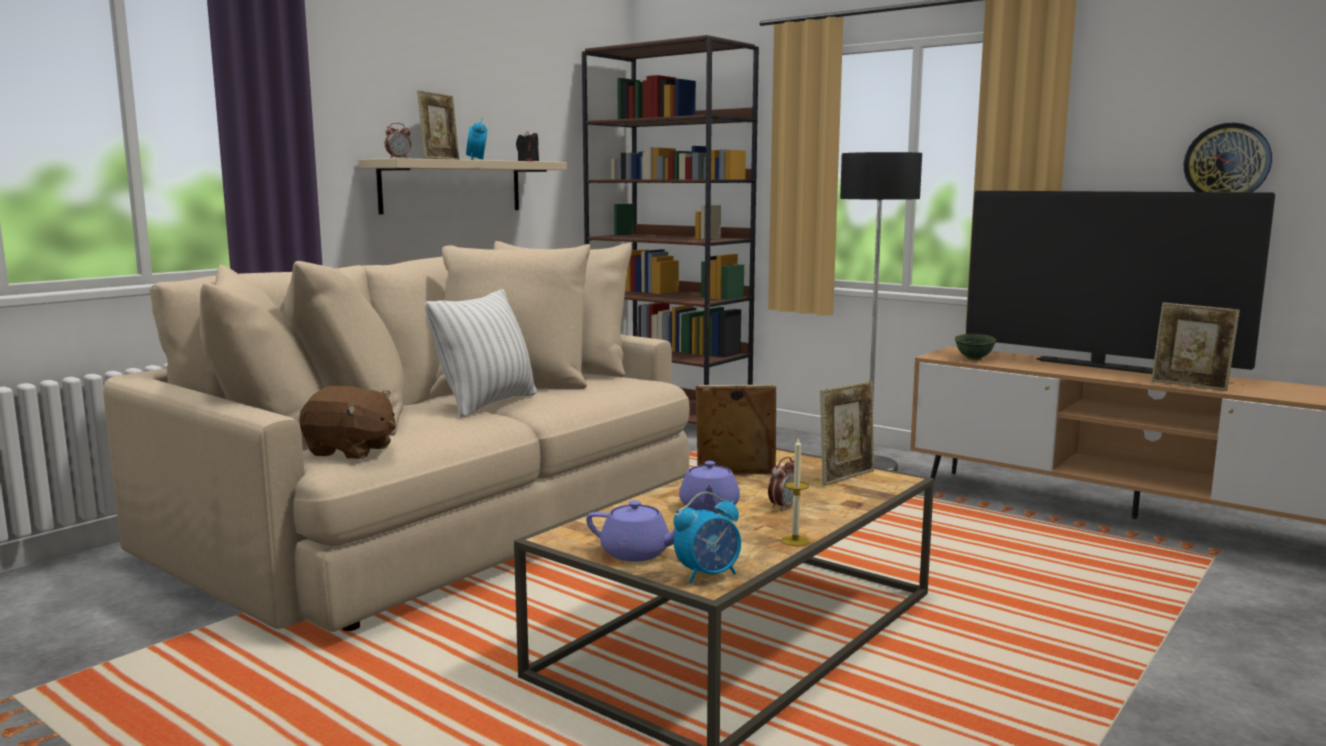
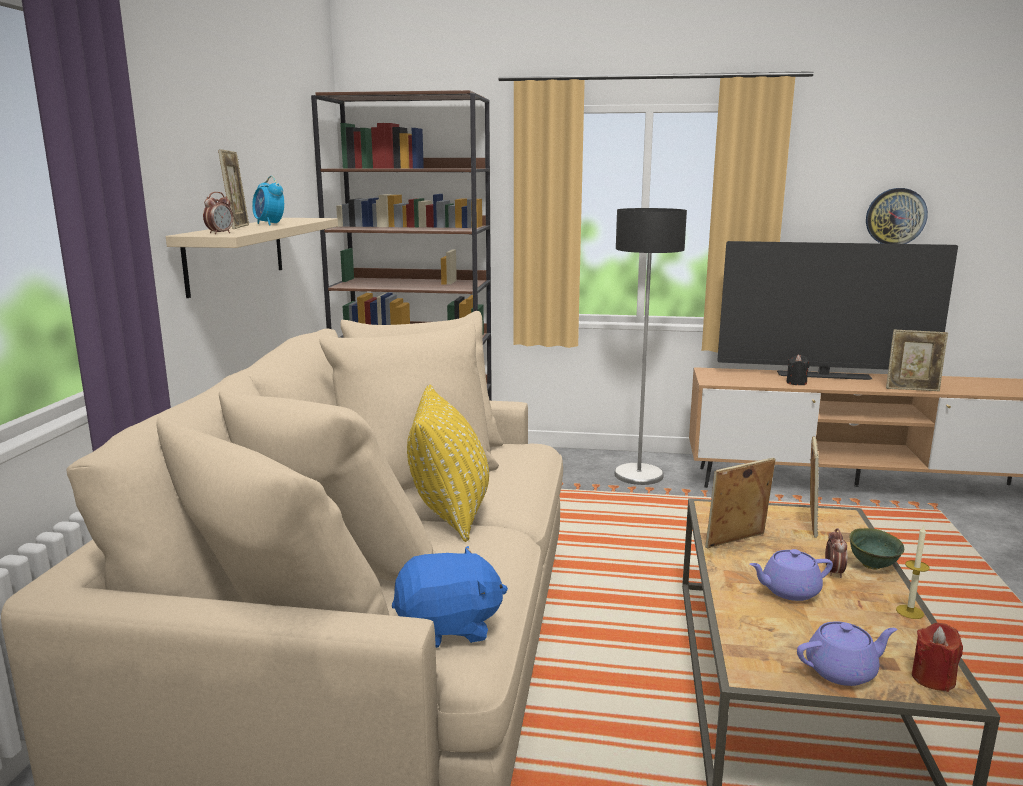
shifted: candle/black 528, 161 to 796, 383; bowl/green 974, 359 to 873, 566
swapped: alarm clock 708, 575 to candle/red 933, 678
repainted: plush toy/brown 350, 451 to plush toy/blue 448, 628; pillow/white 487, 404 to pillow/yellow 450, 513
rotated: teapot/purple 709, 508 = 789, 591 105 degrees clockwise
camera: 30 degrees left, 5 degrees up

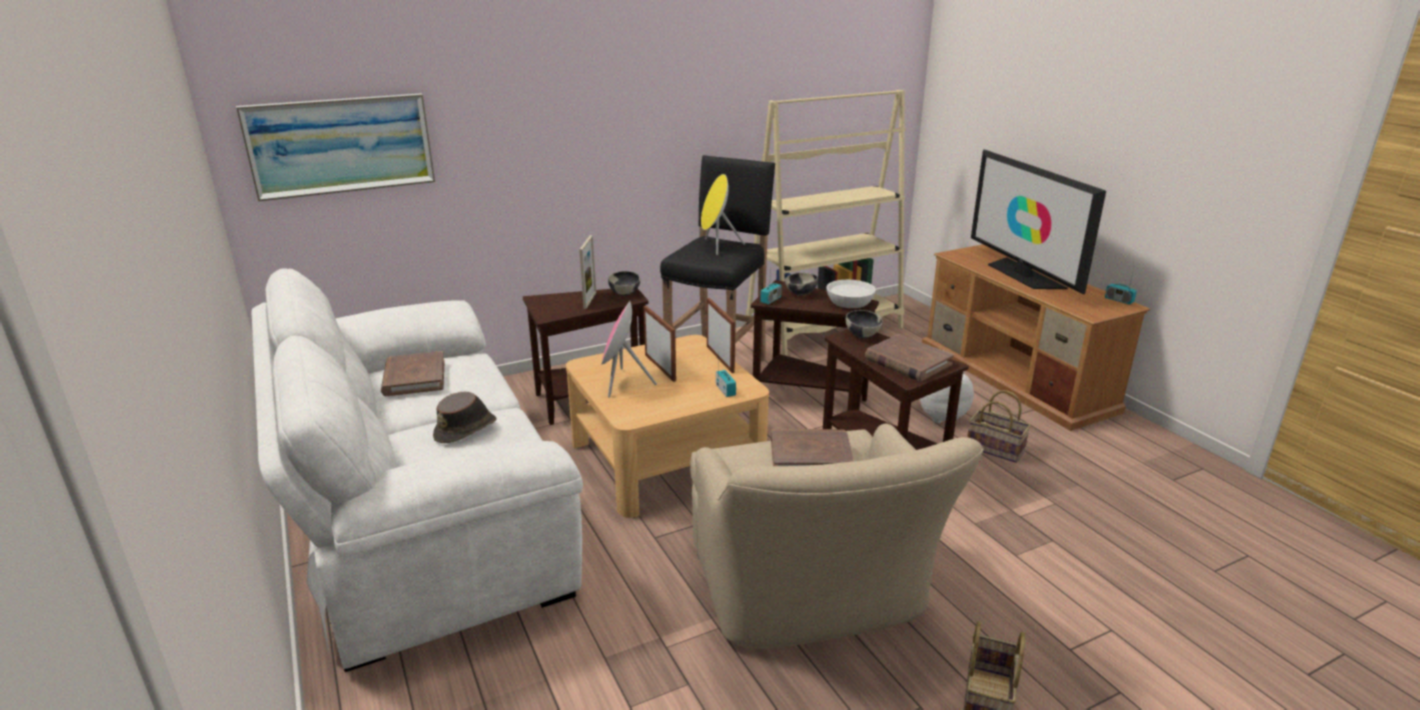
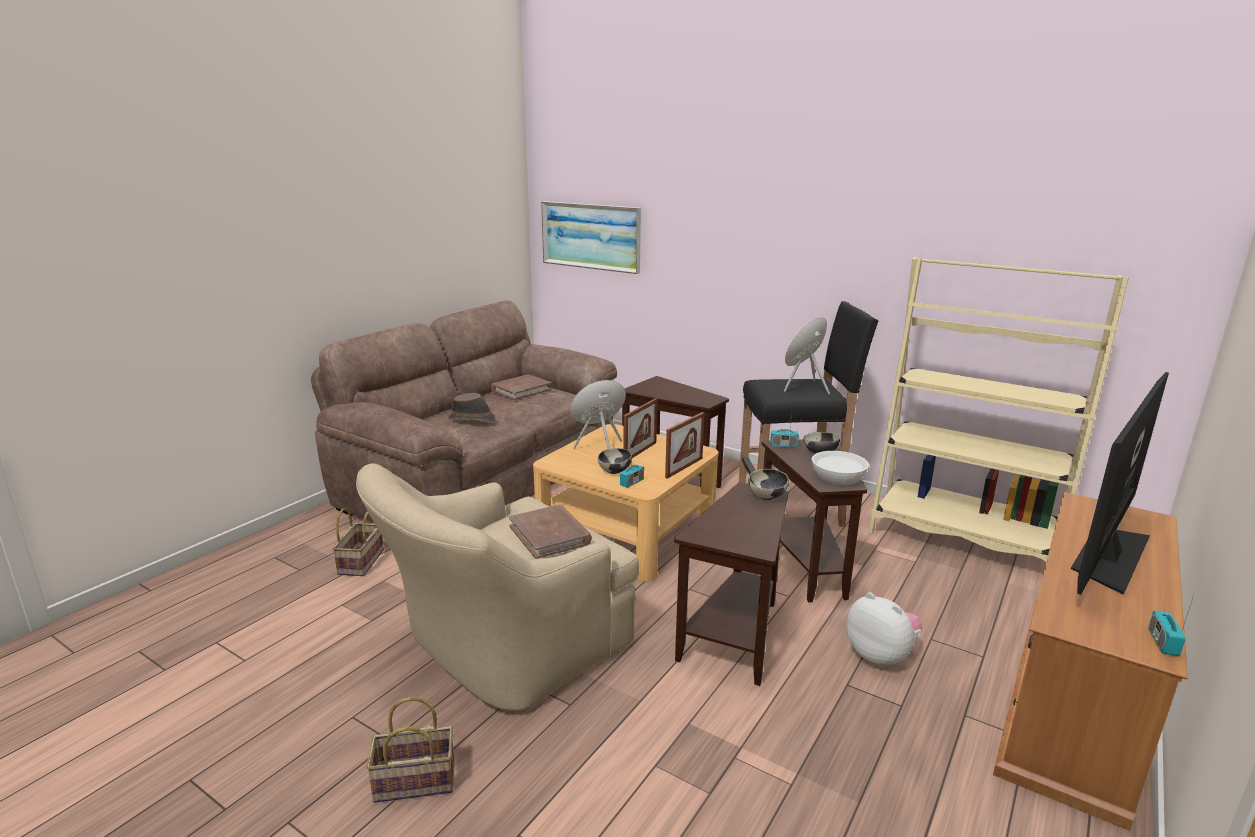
gone: picture frame 590, 300; book/brown 907, 362
shifted: bowl 625, 293 to 615, 471; basket 996, 449 to 361, 563
repainted: sofa/white 423, 518 to sofa/brown 480, 478
camera: 60 degrees right, 5 degrees down

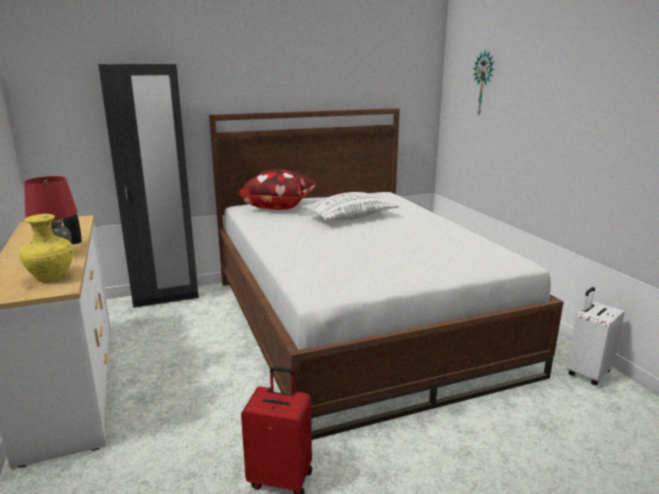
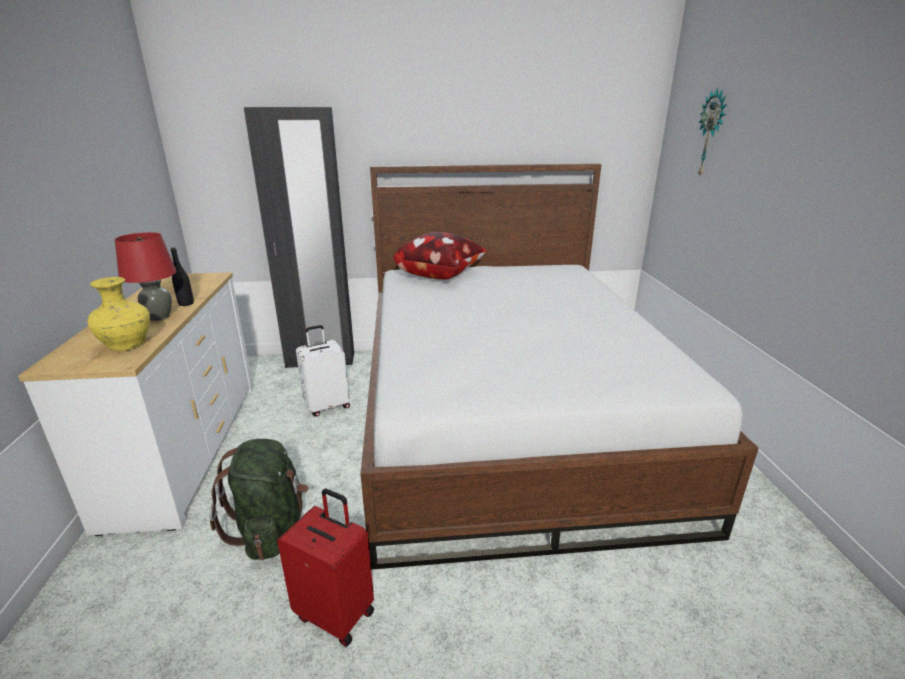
gone: pillow/white 350, 217
new: backpack/green 271, 529
shifted: suitcase/white 587, 373 to 327, 406
camera: 15 degrees right, 5 degrees up

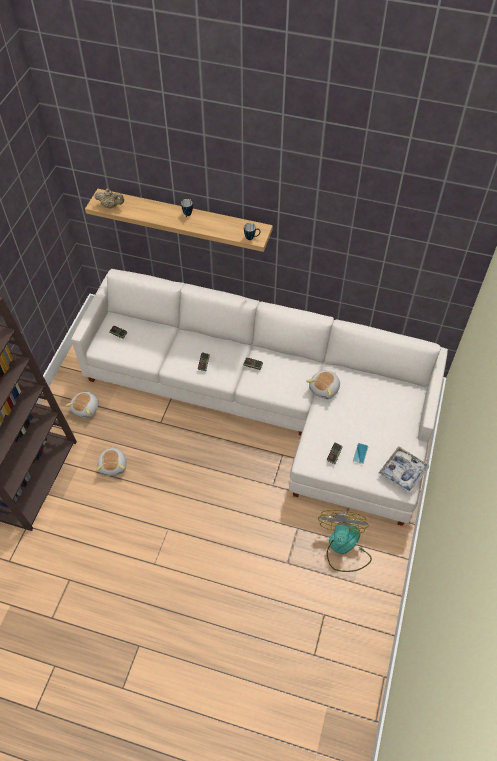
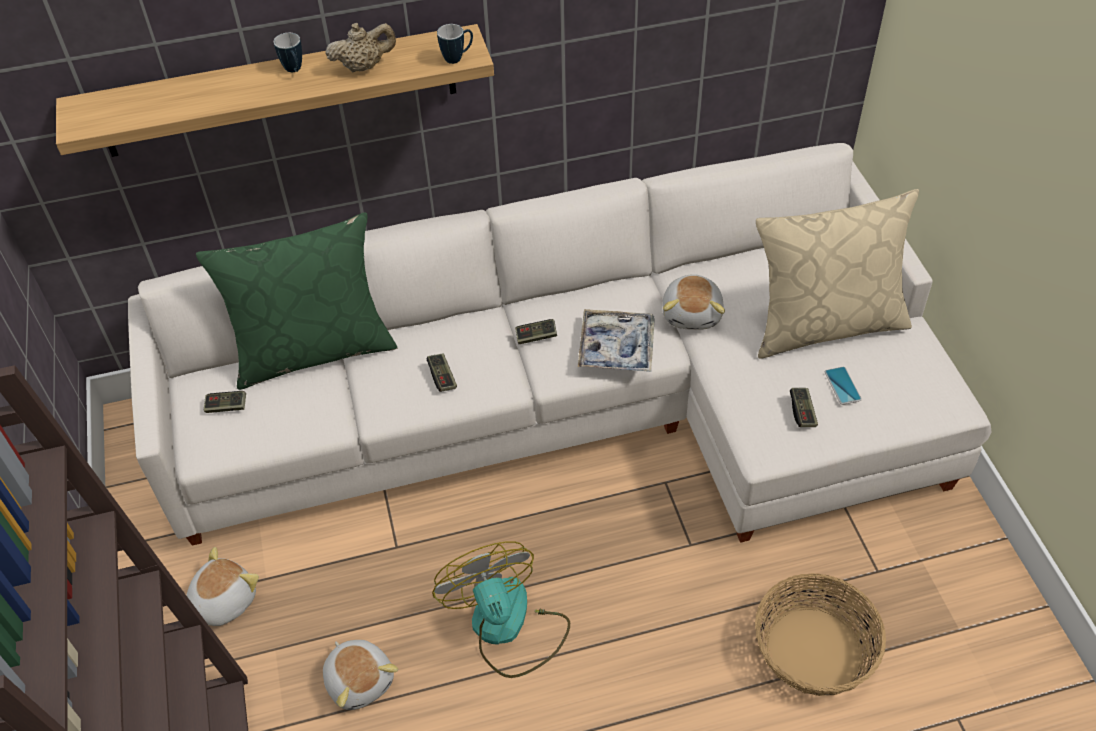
new: pillow/green 313, 350; basket 814, 650; pillow/beige 825, 324
shifted: teapot/beige 111, 206 to 364, 66; fan 343, 547 to 507, 627; tray 403, 472 to 616, 347
rotated: plush toy 86, 408 = 222, 601 135 degrees counterclockwise
camera: 30 degrees left, 5 degrees down

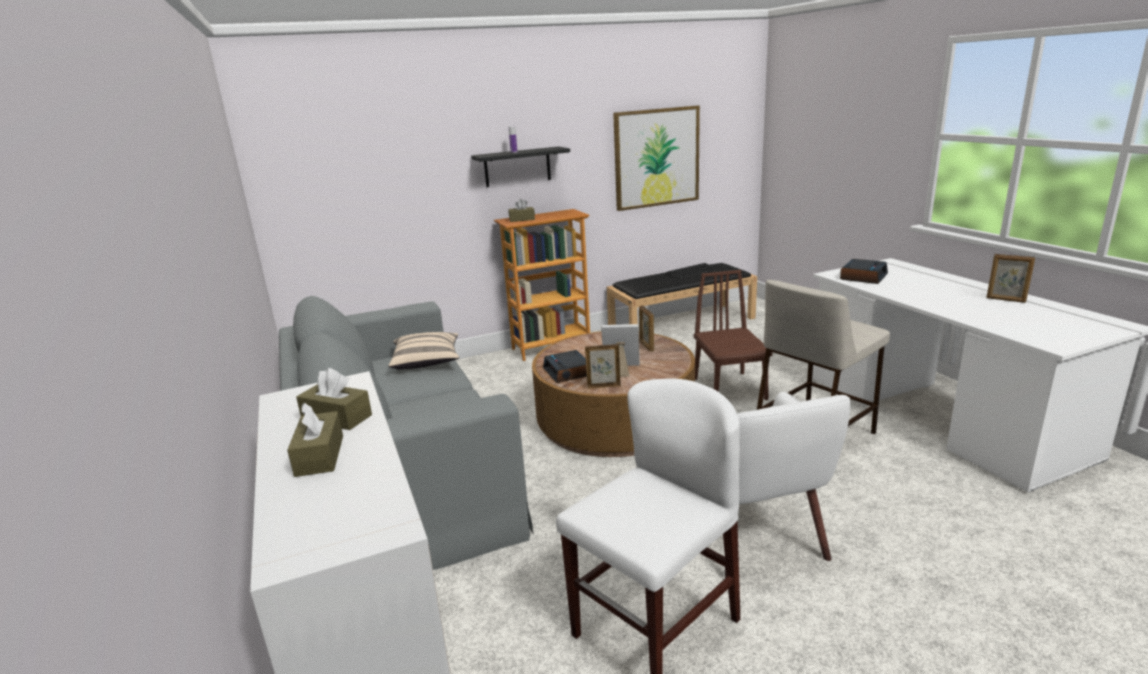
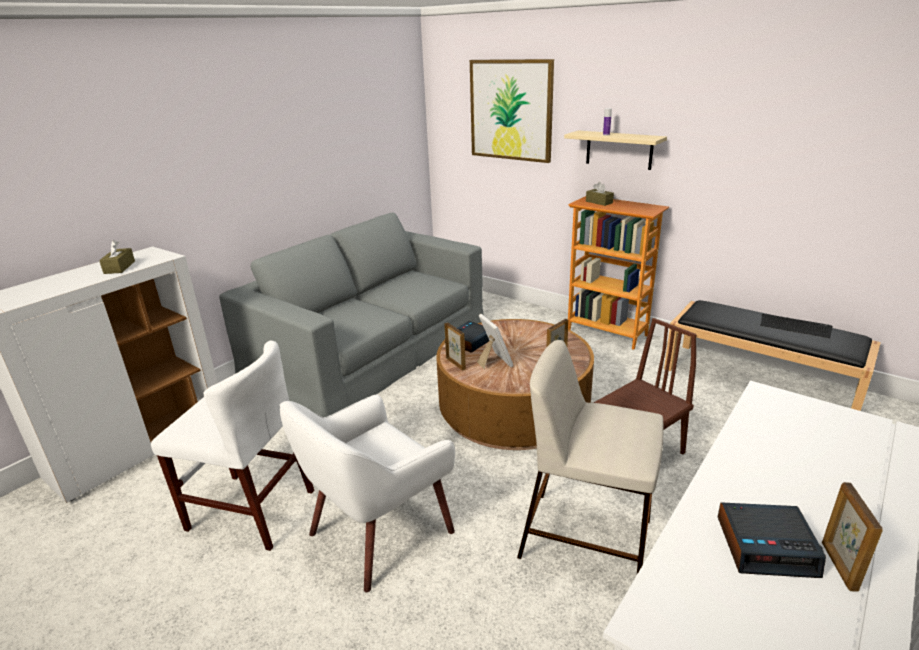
gone: tissue box/brown 319, 455; pillow/beige 427, 362
shifted: picture 656, 158 to 511, 110; alarm clock 863, 276 to 766, 546
repainted: shelf/black 517, 167 to shelf/beige 619, 150
camera: 60 degrees right, 5 degrees up

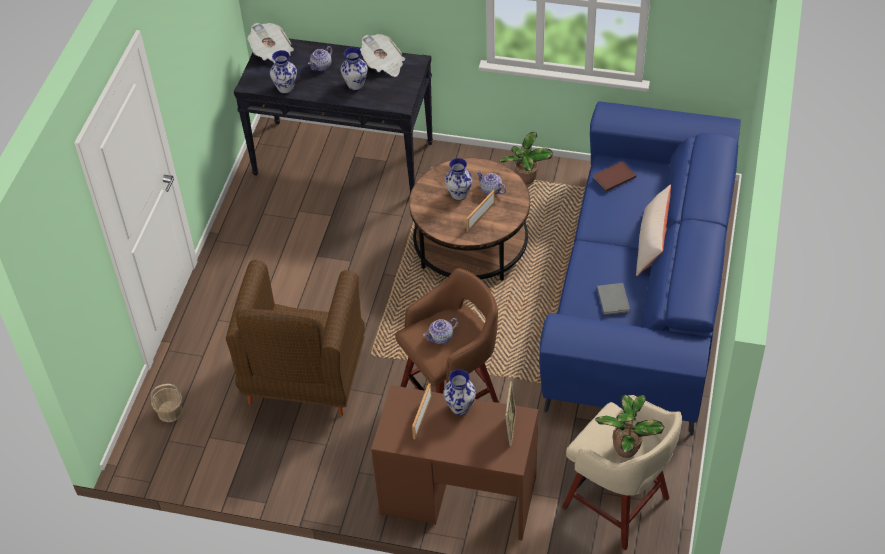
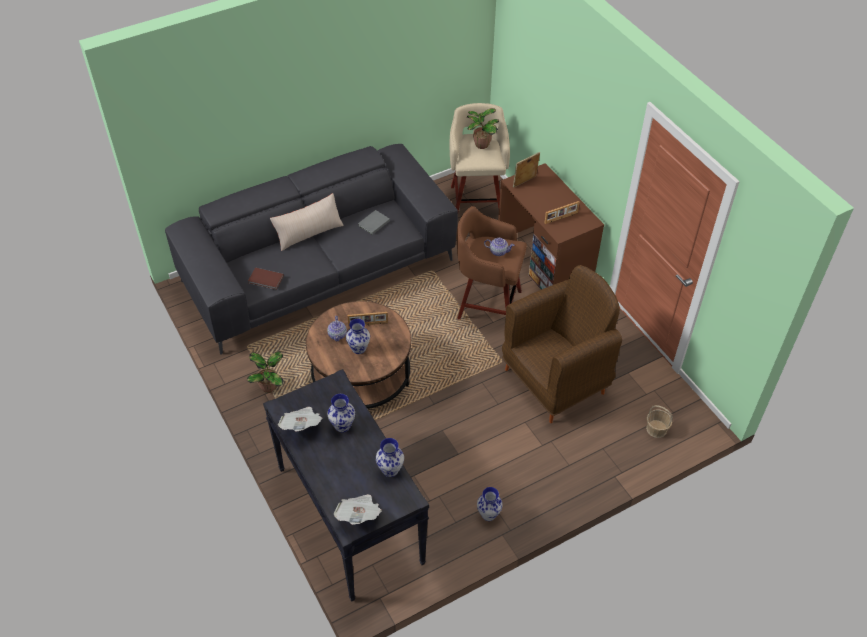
gone: teapot 321, 66
shifted: vase 460, 407 to 488, 515
repainted: sofa/blue 641, 291 to sofa/grey 318, 271
camera: 135 degrees left, 0 degrees up

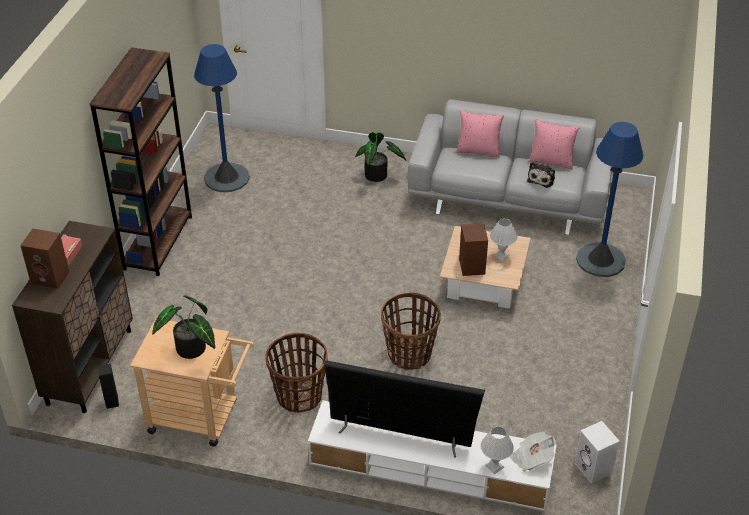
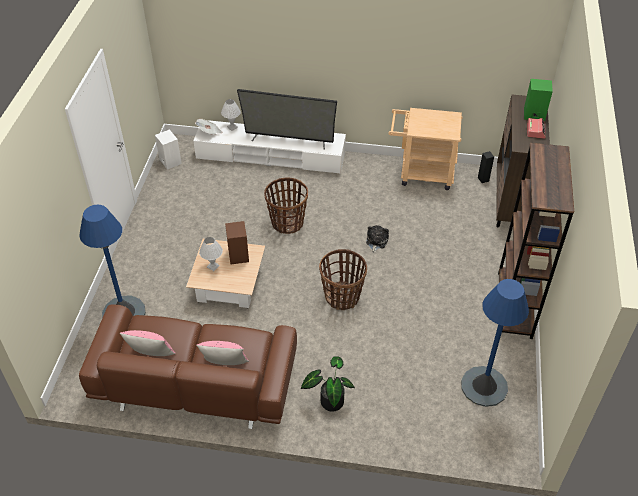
gone: potted plant 191, 351
shifted: basket 299, 396 to 342, 297; plush toy 542, 179 to 376, 241
repainted: speaker/brown 51, 277 to speaker/green 533, 115; sofa/grey 509, 196 to sofa/brown 195, 383
camera: 175 degrees right, 5 degrees up

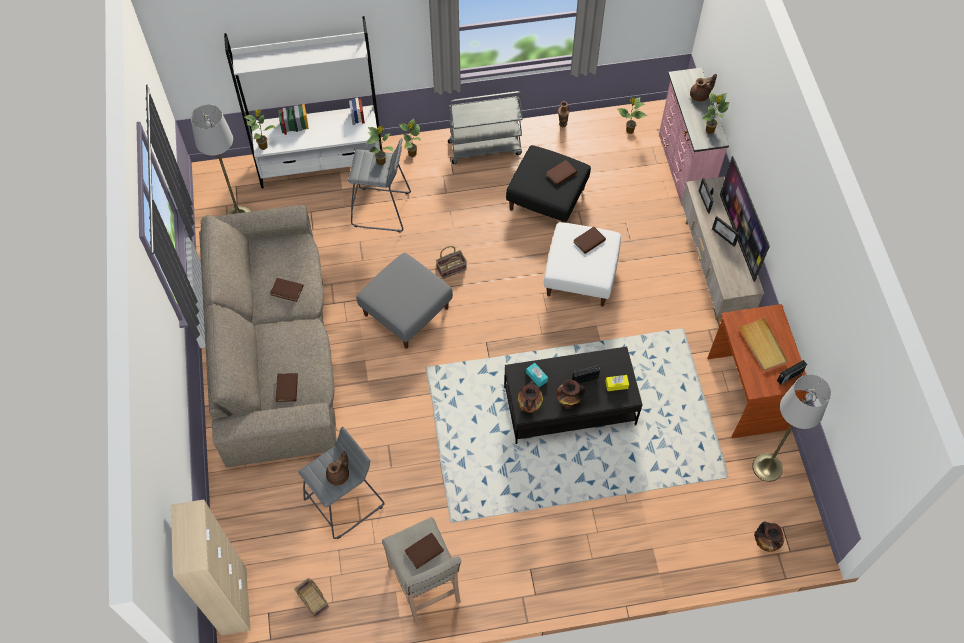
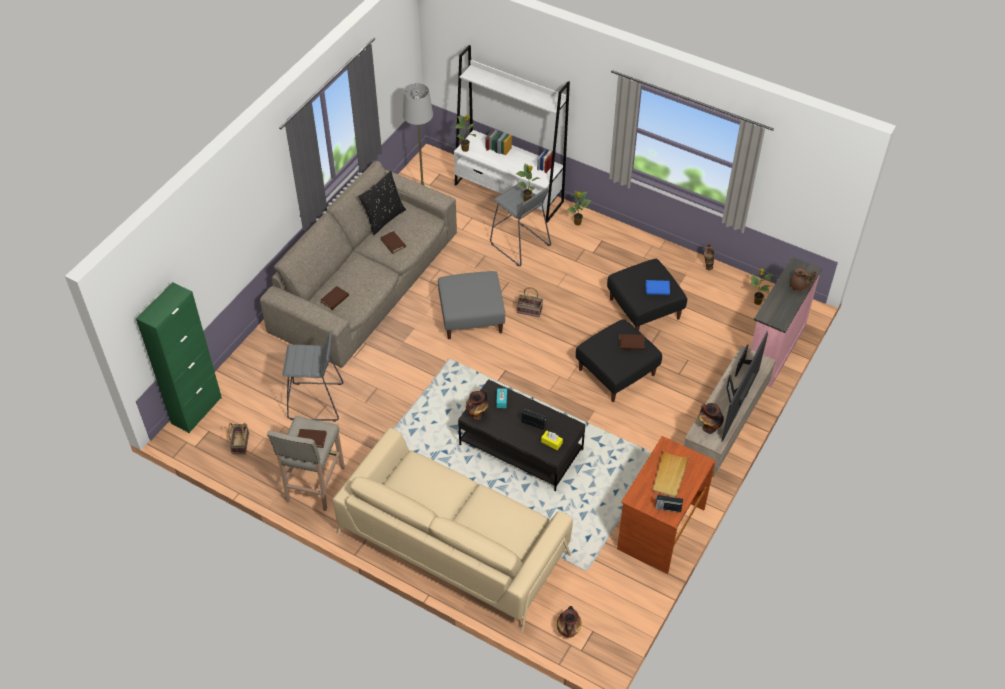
gone: teapot/brown 339, 475; cart/grey 485, 147; potted plant 709, 131; floor lamp/grey 767, 467
new: sofa/beige 453, 544; pillow/black 383, 218
shifted: vase 568, 402 to 708, 427
repainted: cabinet/beige 234, 601 to cabinet/green 196, 410; ottoman/white 580, 275 to ottoman/black 616, 371; book/brown 561, 174 to book/blue 657, 289
camera: 40 degrees right, 10 degrees down

